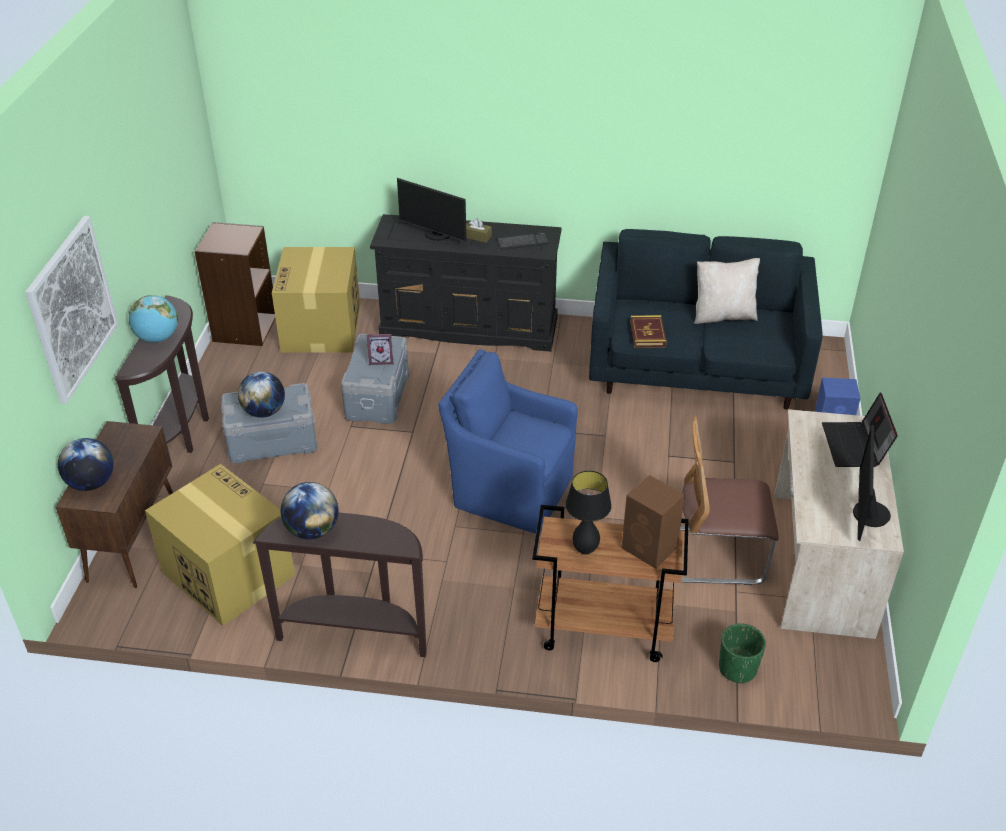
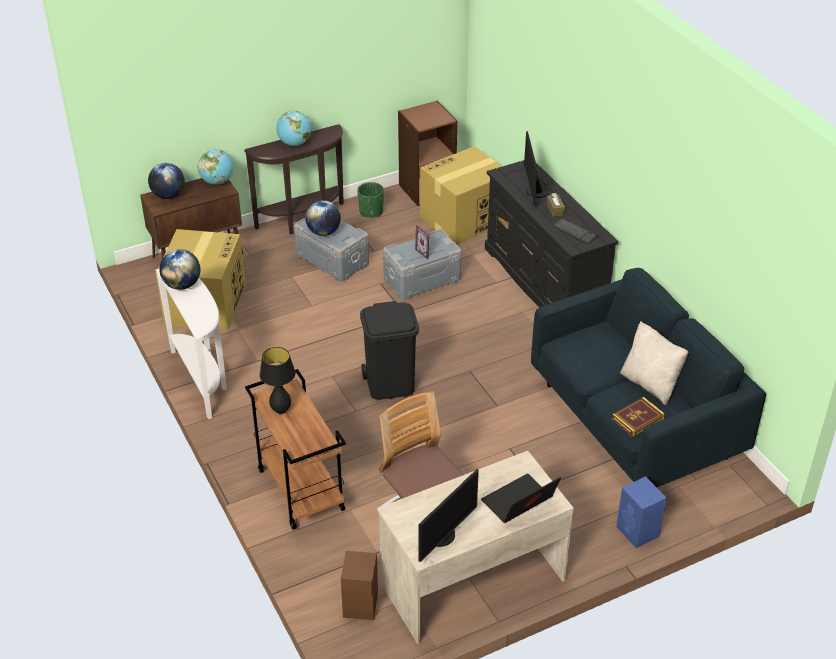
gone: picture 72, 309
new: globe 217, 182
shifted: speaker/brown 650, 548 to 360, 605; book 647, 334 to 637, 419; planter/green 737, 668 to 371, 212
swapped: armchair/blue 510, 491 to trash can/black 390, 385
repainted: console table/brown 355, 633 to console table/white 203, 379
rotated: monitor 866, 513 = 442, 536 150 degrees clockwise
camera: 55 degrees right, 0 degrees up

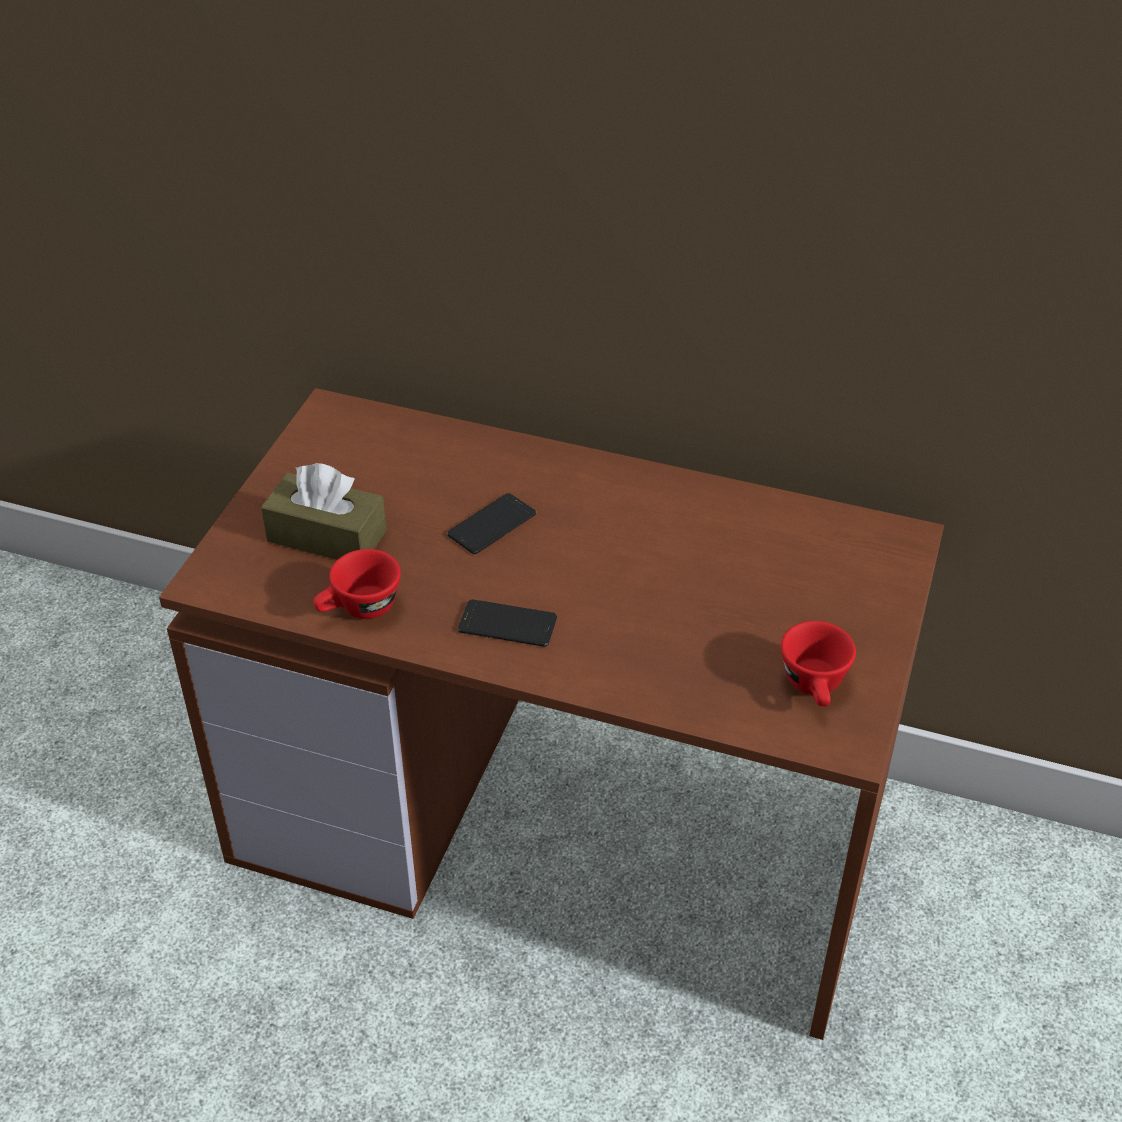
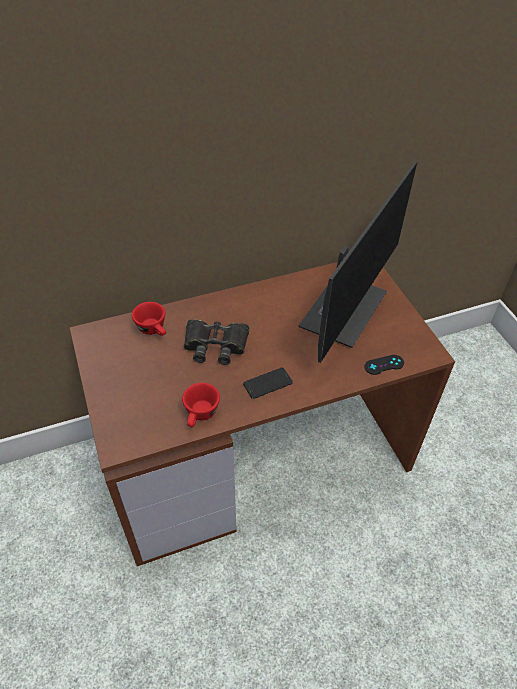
gone: tissue box/brown 327, 536
new: monitor 344, 309; game controller/black 384, 365
shifted: cup/red 816, 687 to 154, 330
swapped: phone 492, 524 to binoculars/black 215, 345
camera: 40 degrees left, 5 degrees up

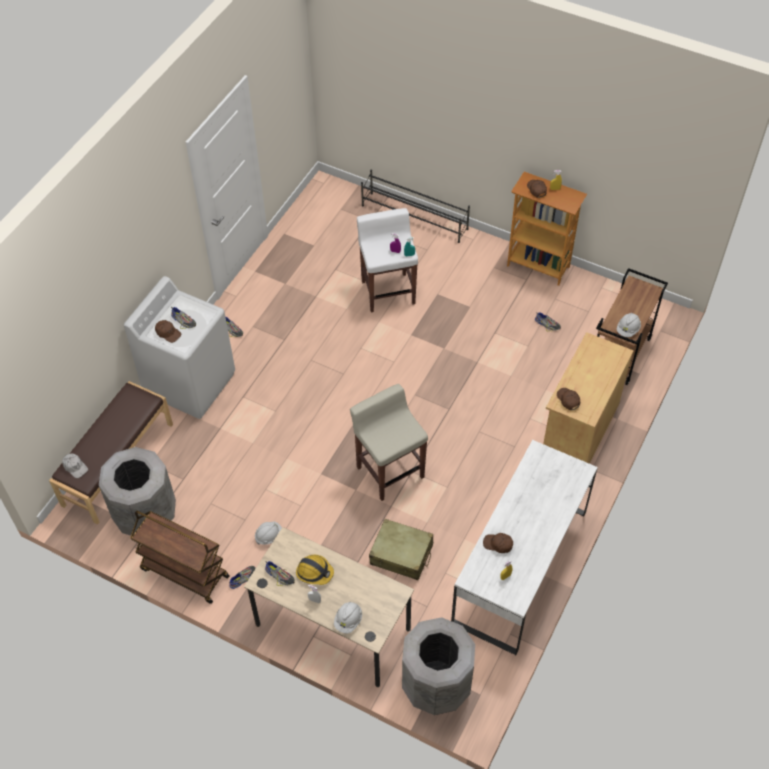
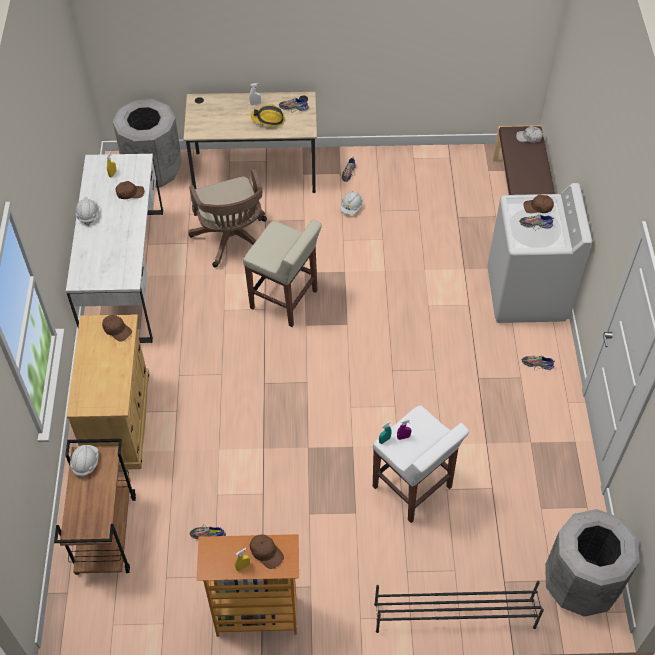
gone: cart/brown 184, 573
shifted: trash can/grey 145, 514 to 580, 584; hard hat/white 348, 620 to 88, 215
swapped: suitcase/beige 401, 554 to office chair/brown 232, 241
camera: 150 degrees right, 0 degrees up

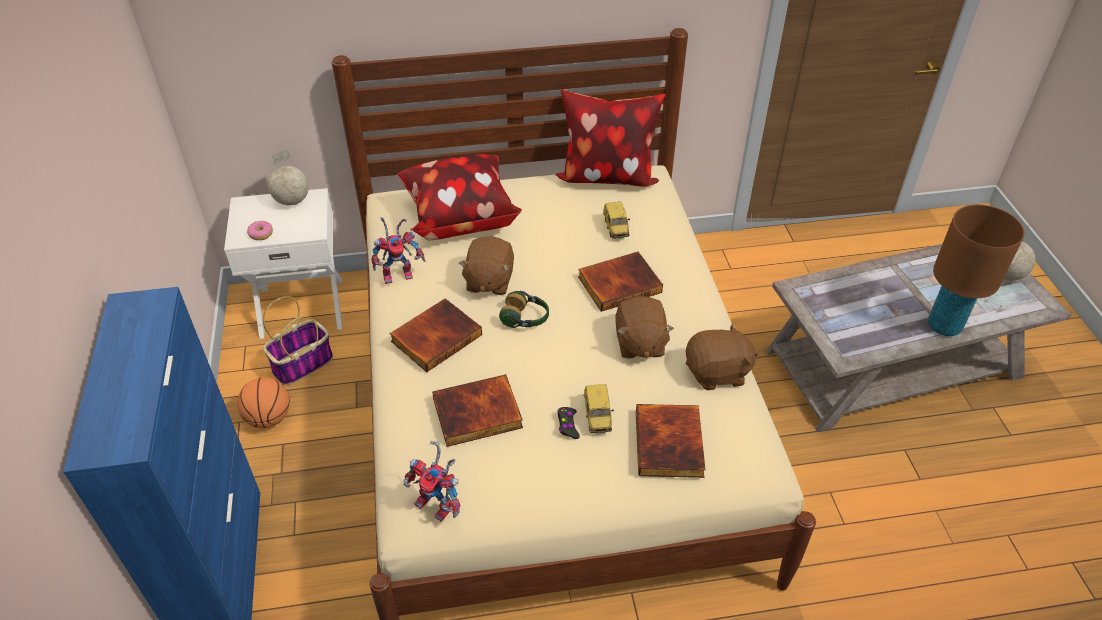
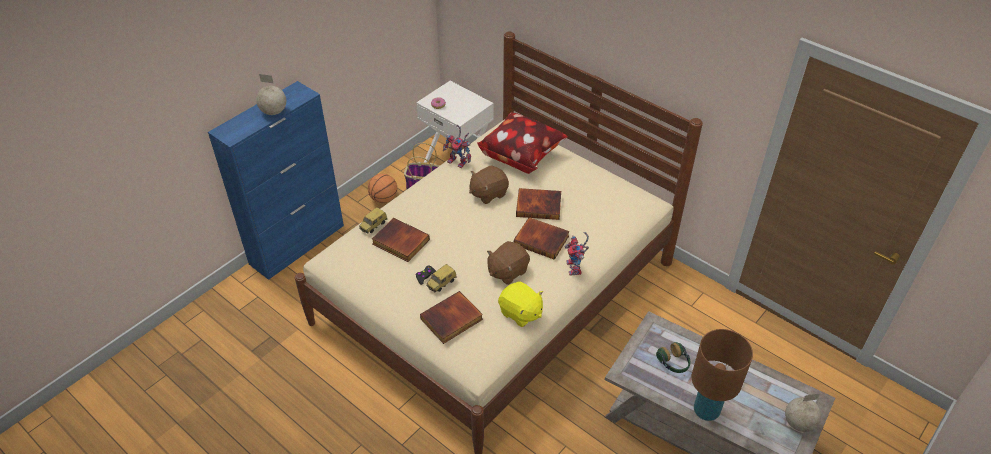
gone: pillow 606, 176
shifted: globe 293, 201 to 274, 112; book 436, 337 to 539, 205; toy robot 439, 505 to 575, 269; headphones 525, 318 to 674, 363; toy car 616, 229 to 374, 226
repainted: plush toy/brown 717, 373 to plush toy/yellow 520, 313
camera: 50 degrees right, 0 degrees up

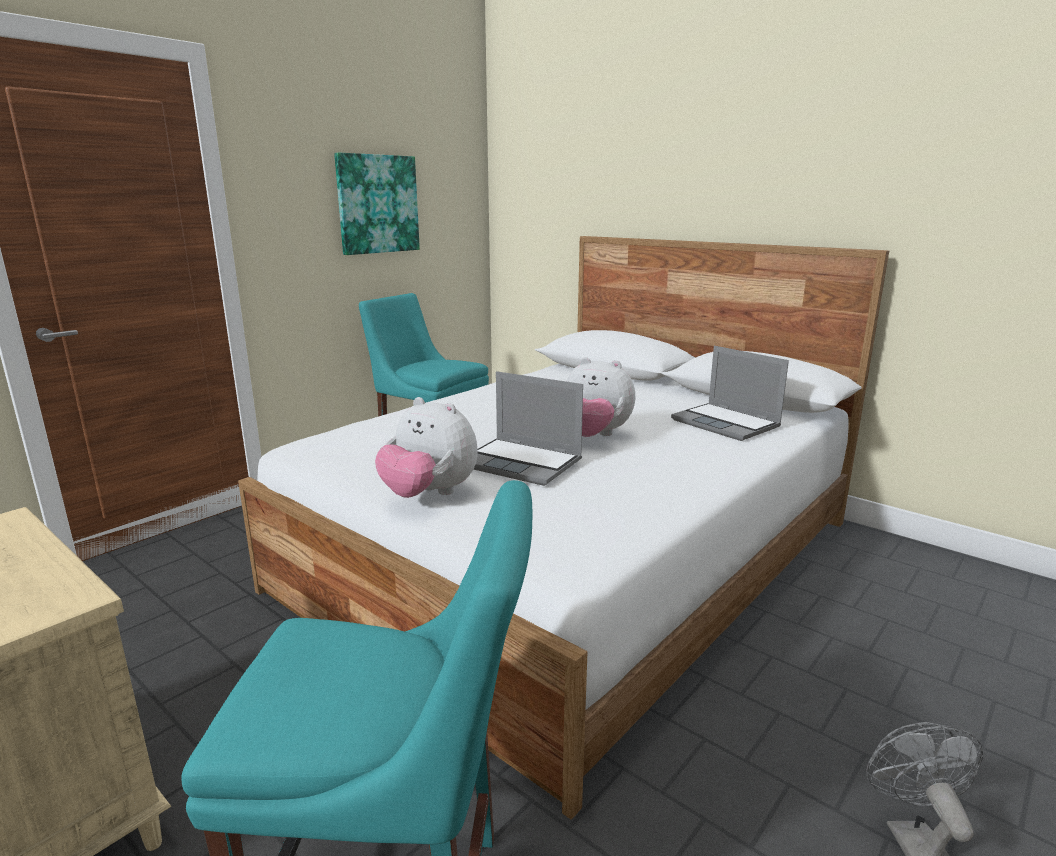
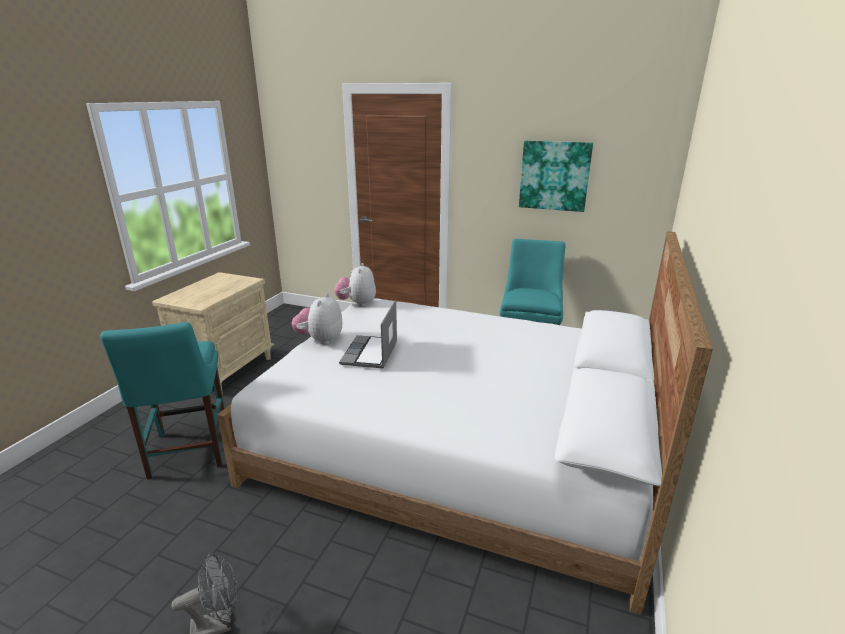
gone: laptop 727, 424
shifted: plush toy 594, 436 to 357, 303
camera: 70 degrees right, 5 degrees up

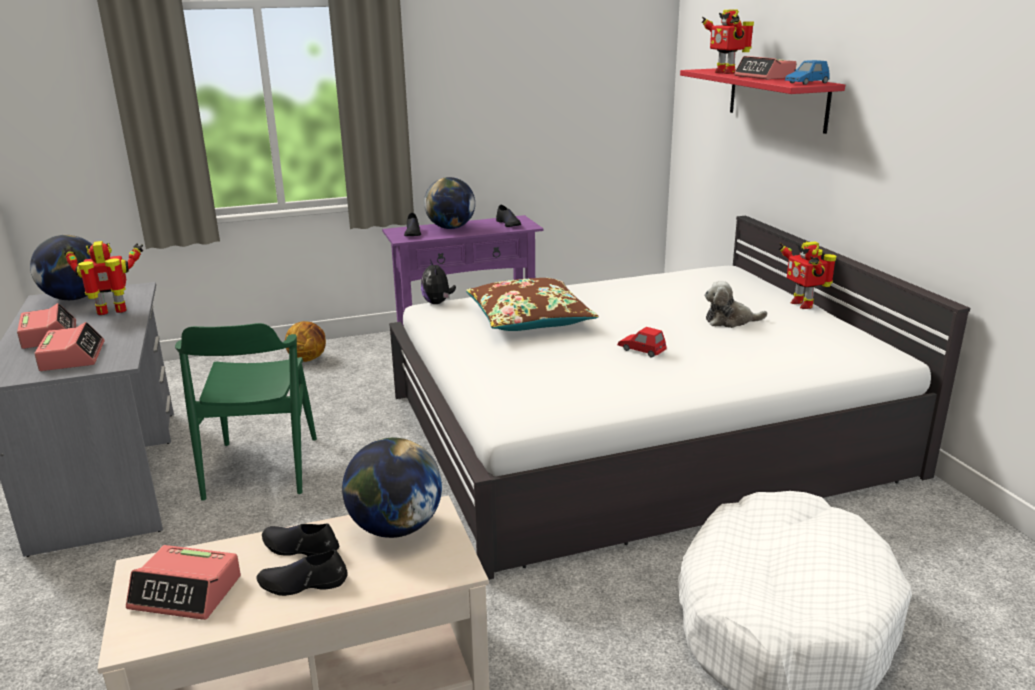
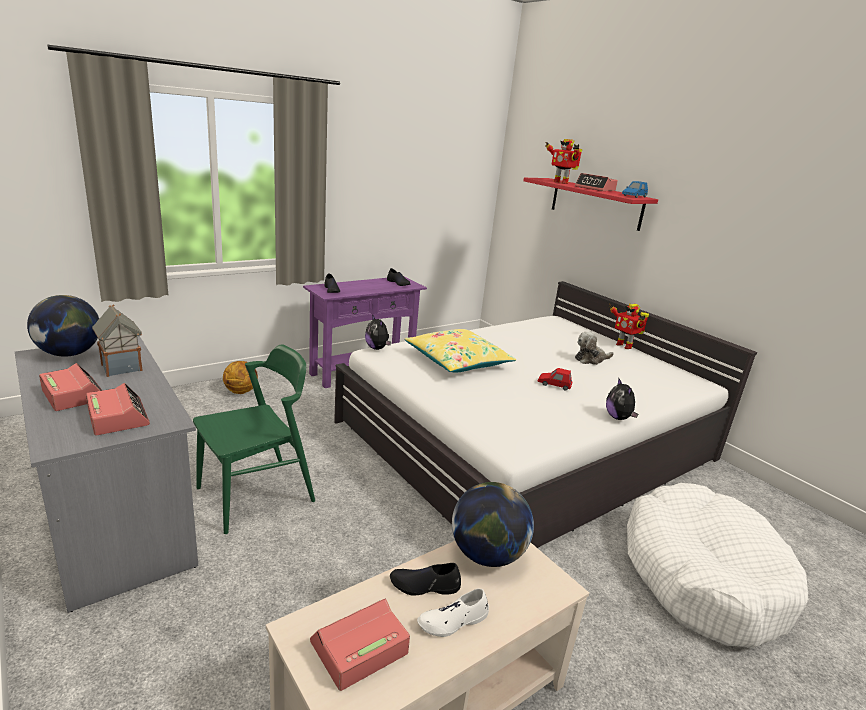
gone: globe 451, 228
new: plush toy 618, 418
swapped: toy robot 113, 312 to toy house 122, 368
repainted: shoe/black 303, 583 to shoe/white 453, 621; pillow/brown 529, 319 to pillow/yellow 458, 361
rotated: alarm clock 187, 592 = 359, 648 150 degrees clockwise; chair/green 261, 467 = 256, 494 105 degrees counterclockwise
camera: 20 degrees left, 0 degrees up

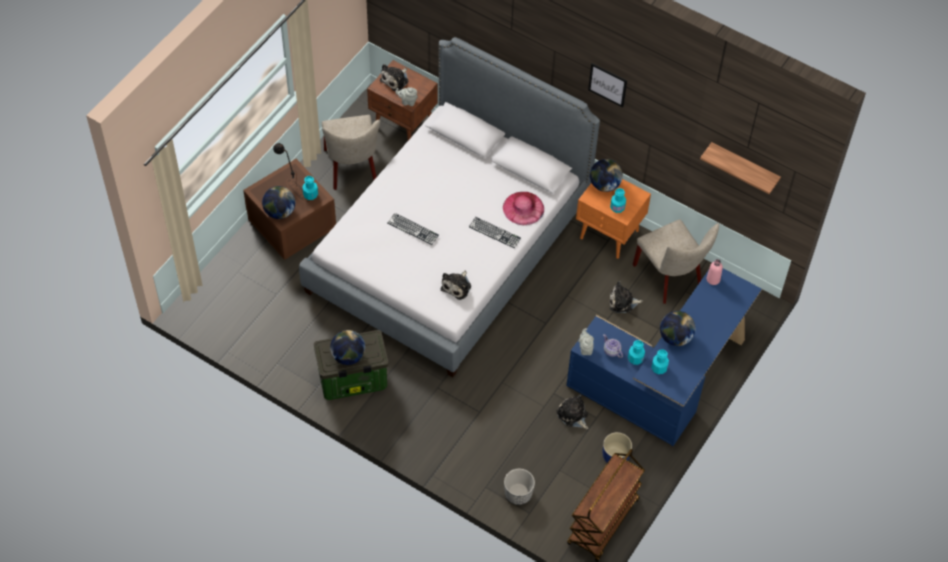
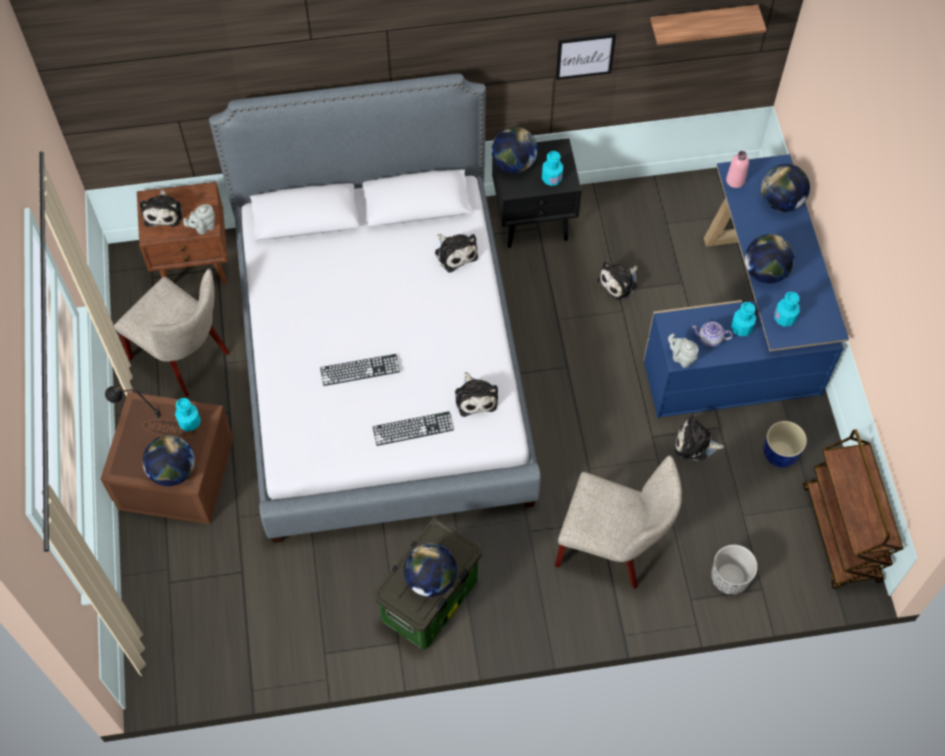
new: globe 781, 201
shifted: keyboard 494, 232 to 413, 428; picture 607, 84 to 585, 56; chair/beige 671, 278 to 612, 547
swapped: hat/pink 523, 208 to plush toy 455, 253
repainted: nightstand/orange 609, 235 to nightstand/black 534, 221
camera: 40 degrees left, 5 degrees up

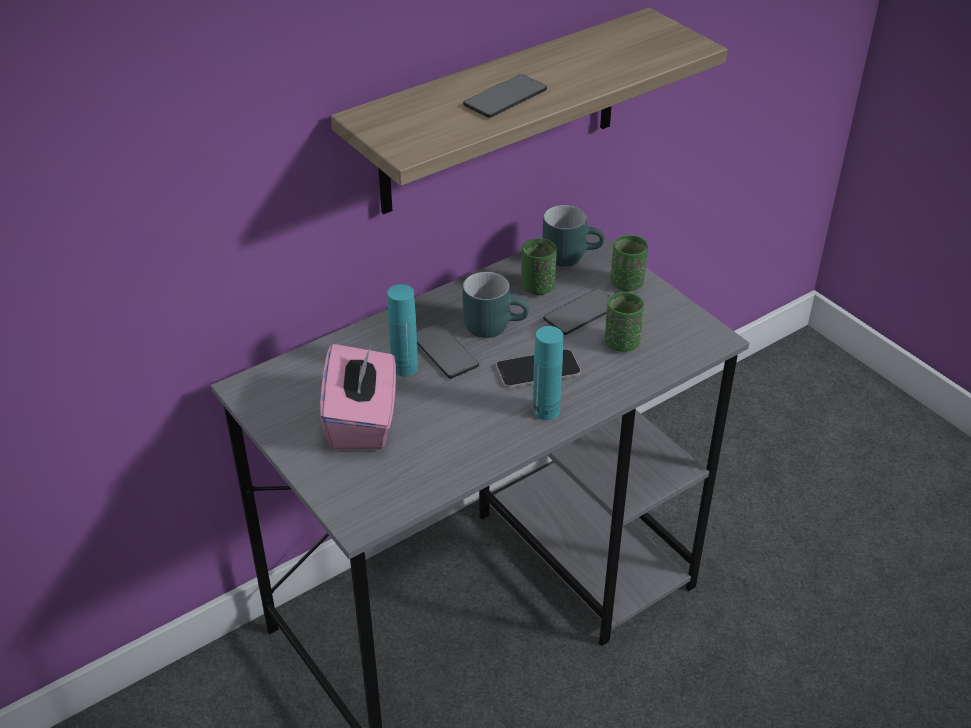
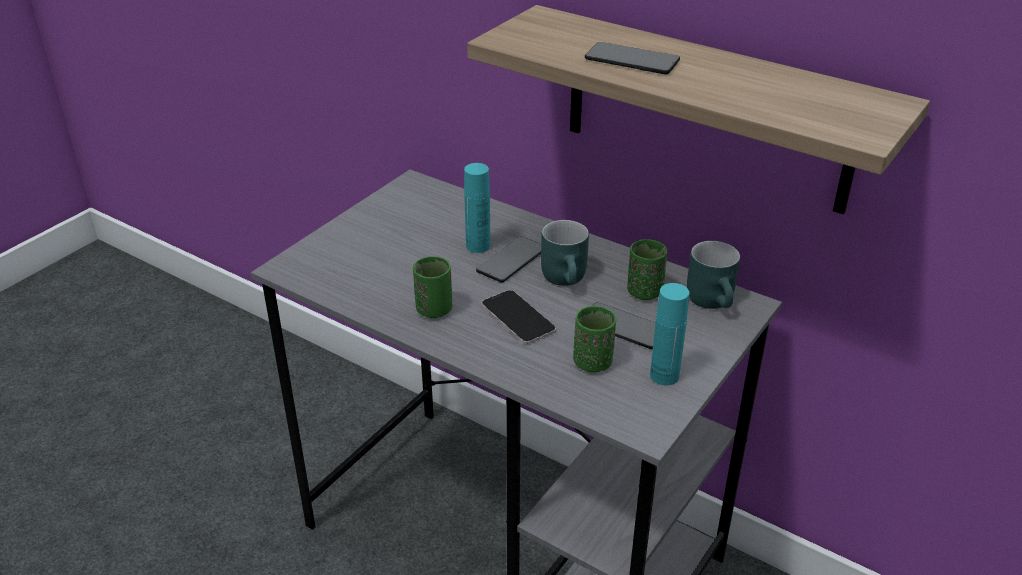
gone: tissue box/pink 362, 421
shifted: bottle/turquoise 546, 410 to 664, 375; cup/green 626, 284 to 434, 310
camera: 70 degrees right, 5 degrees down

